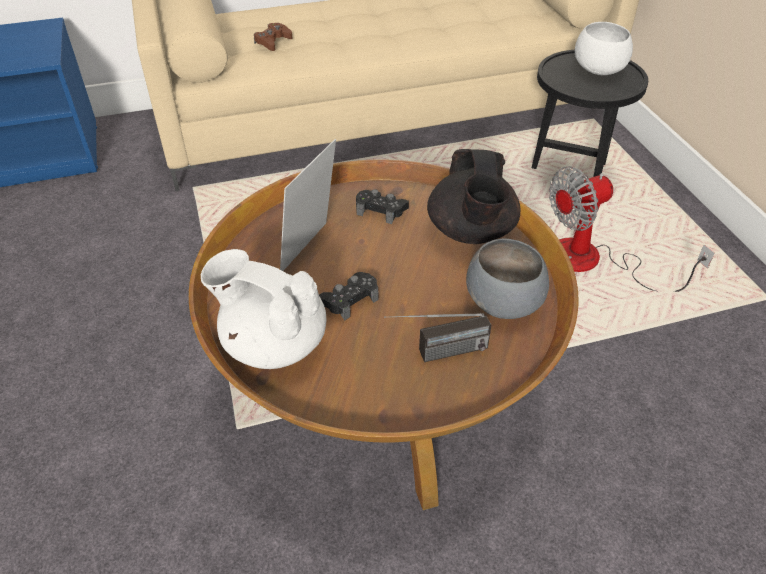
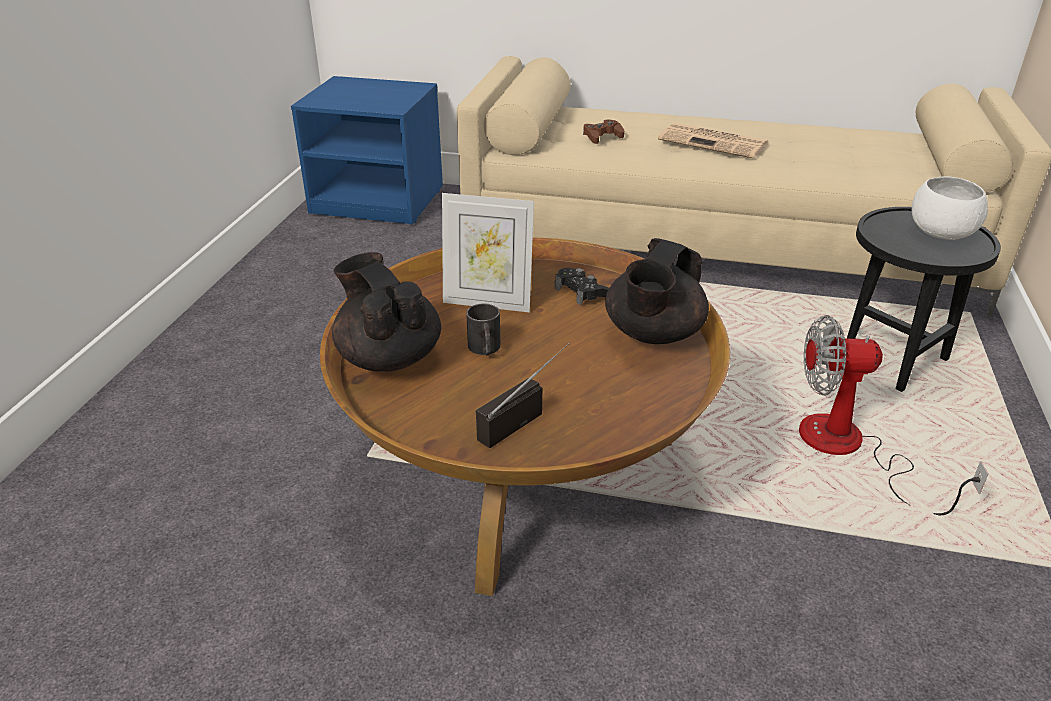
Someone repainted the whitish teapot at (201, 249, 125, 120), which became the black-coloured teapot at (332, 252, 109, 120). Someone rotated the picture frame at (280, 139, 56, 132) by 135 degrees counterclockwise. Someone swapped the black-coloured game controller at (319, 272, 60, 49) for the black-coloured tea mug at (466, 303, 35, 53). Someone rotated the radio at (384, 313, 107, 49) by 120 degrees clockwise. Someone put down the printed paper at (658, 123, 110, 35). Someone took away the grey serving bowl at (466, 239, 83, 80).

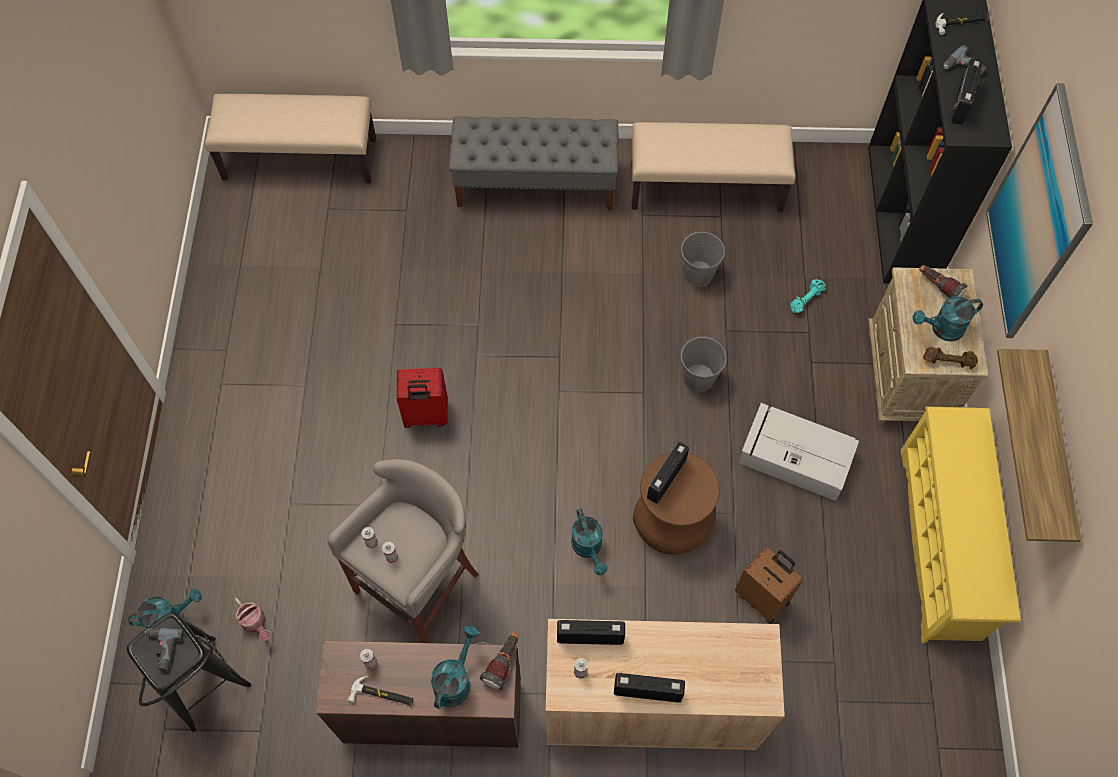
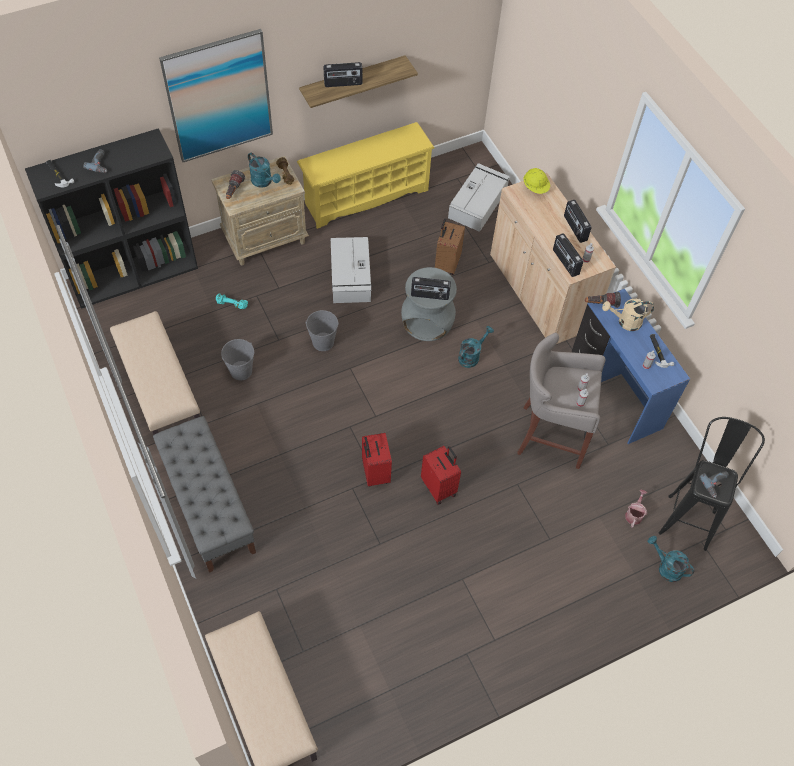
Someone carried the radio from (951, 59, 32, 66) to (323, 62, 40, 25). Someone put down the reddish piece of luggage at (362, 433, 30, 54). Someone repainted the brown stool at (633, 452, 87, 103), which became the grey stool at (401, 267, 56, 74). Someone put down the grey storage bin at (448, 163, 62, 69). Someone put down the yellow-coloured safety helmet at (524, 168, 26, 26). Someone repainted the brown desk unit at (316, 641, 205, 107), which became the blue-coloured desk unit at (571, 289, 119, 155). Someone repainted the turquoise watering pot at (431, 626, 49, 83), which became the sand-coloured watering pot at (602, 299, 52, 32).

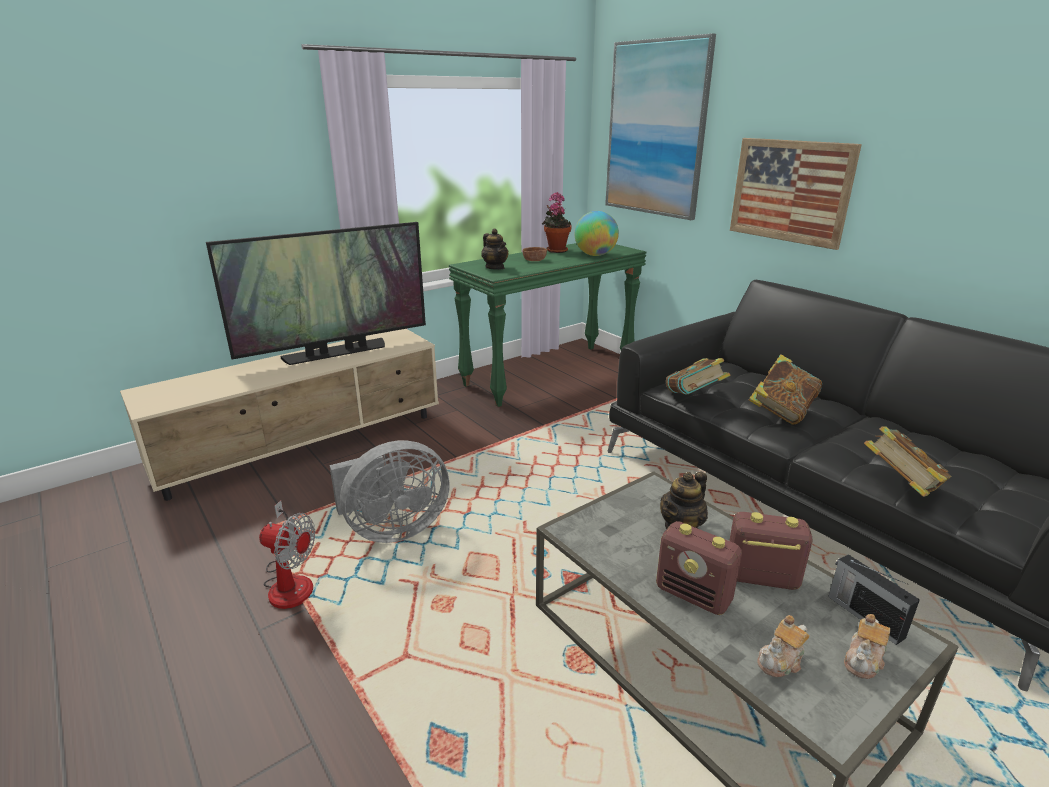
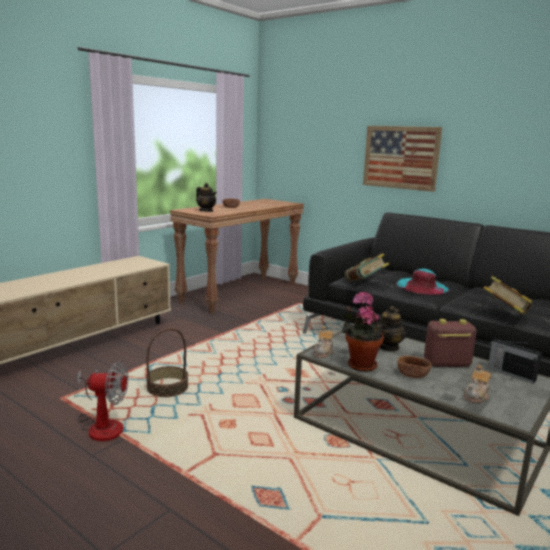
Someone swapped the grey fan at (329, 440, 121, 103) for the storage basket at (146, 328, 42, 69). Someone repainted the greenish console table at (449, 243, 198, 164), which became the brown console table at (170, 199, 134, 115). Someone carried the teapot from (844, 614, 46, 65) to (314, 326, 20, 32). Someone carried the potted plant from (542, 192, 30, 61) to (342, 291, 42, 81). Someone swapped the volume at (748, 354, 74, 71) for the turquoise clothing hat at (396, 269, 53, 26). Someone swapped the radio at (656, 521, 86, 94) for the brown serving bowl at (398, 356, 33, 22). Someone took away the TV at (206, 222, 220, 143). Someone took away the globe at (575, 211, 44, 45). Someone took away the wall picture at (605, 33, 111, 187).

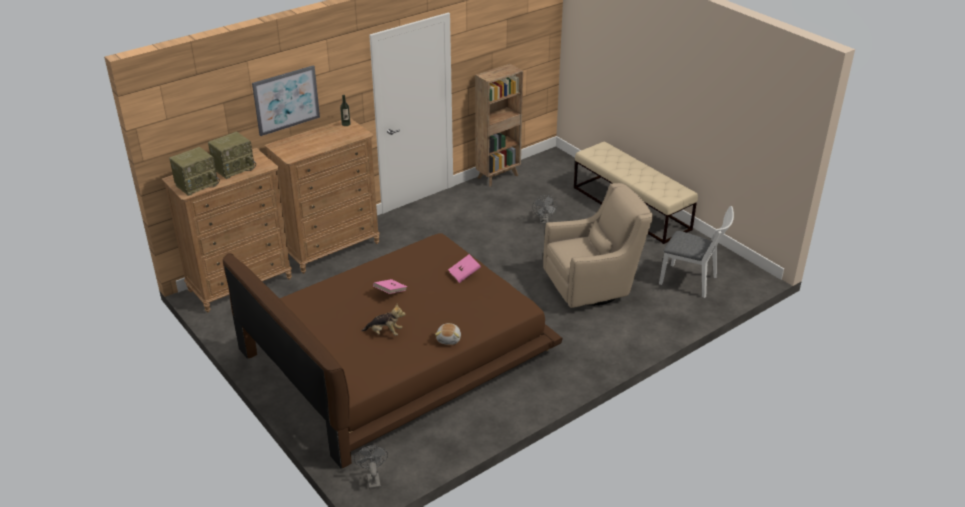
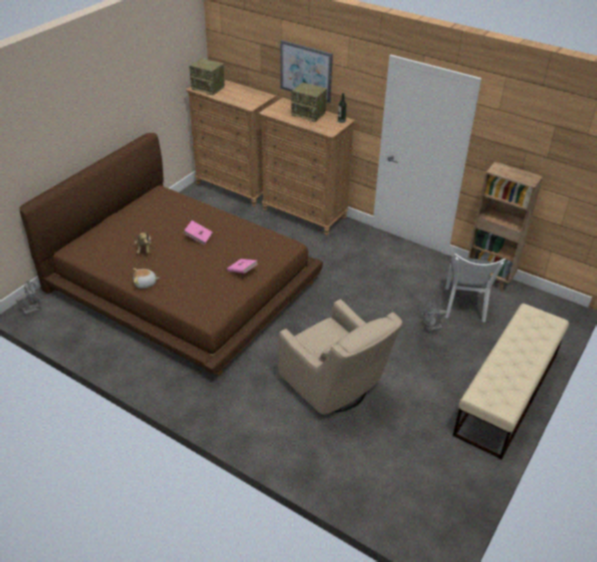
Someone carried the radio from (208, 132, 48, 47) to (291, 83, 36, 39). Someone carried the whitish upright chair from (659, 206, 75, 92) to (445, 254, 61, 68).

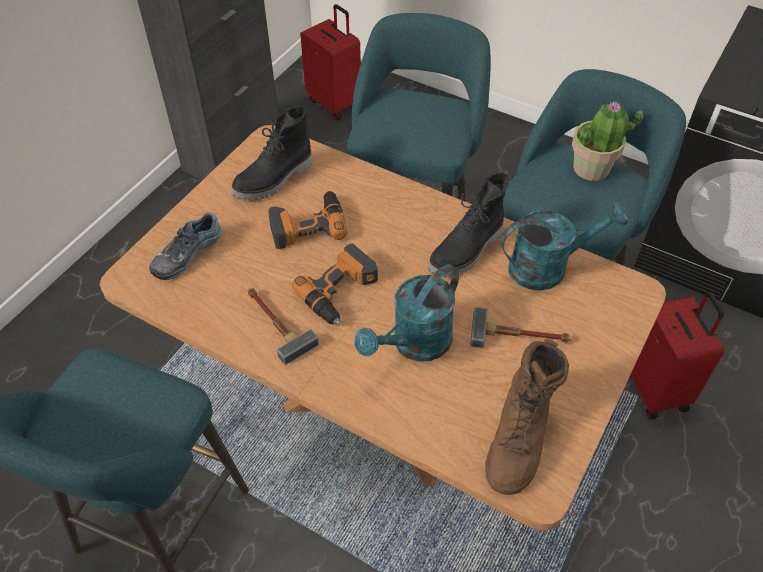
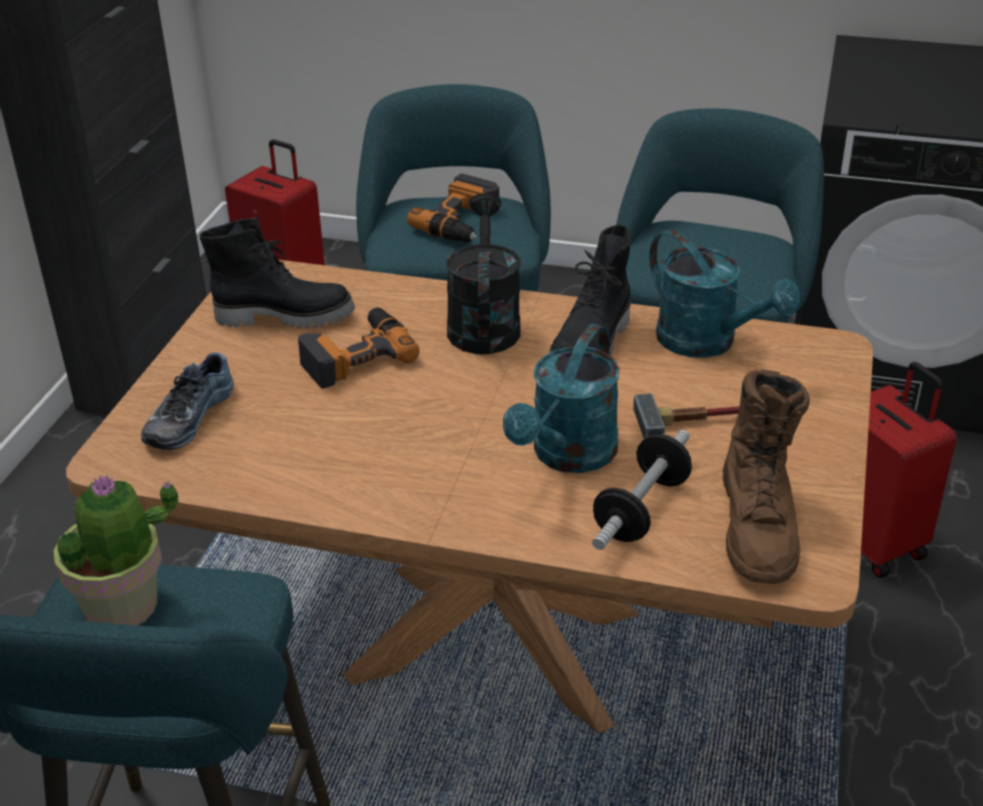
Someone carried the potted plant from (572, 101, 72, 80) to (54, 475, 125, 151). Someone rotated the black-coloured high-top boot at (232, 106, 80, 95) by 120 degrees counterclockwise. Someone carried the power drill from (292, 244, 86, 80) to (407, 174, 93, 69). Someone put down the black-coloured watering pot at (446, 193, 74, 162). Someone put down the free weight at (592, 430, 100, 120). Someone rotated the turquoise watering pot at (501, 202, 128, 89) by 75 degrees clockwise. Someone took away the hammer at (248, 288, 71, 77).

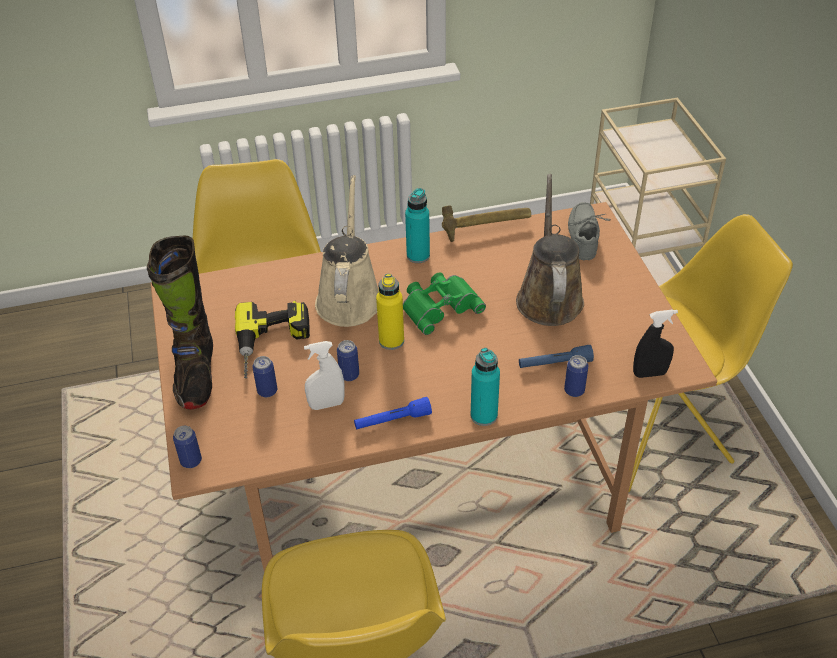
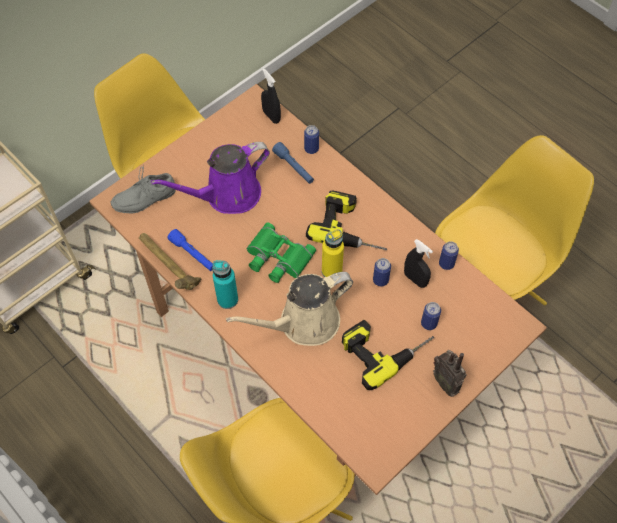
Someone repainted the brown watering pot at (516, 174, 68, 152), which became the purplish watering pot at (151, 142, 119, 72). Someone carried the blue-coloured torch from (354, 397, 78, 32) to (167, 229, 46, 42). Someone put down the power drill at (306, 191, 81, 59). Someone repainted the whitish hand sprayer at (304, 341, 41, 69), which became the black-coloured hand sprayer at (404, 239, 29, 49). Someone swapped the black-coloured high-top boot at (147, 236, 66, 174) for the radio at (433, 350, 34, 47). Someone carried the can from (173, 426, 29, 42) to (439, 241, 20, 29). Someone took away the turquoise bottle at (471, 348, 29, 78).

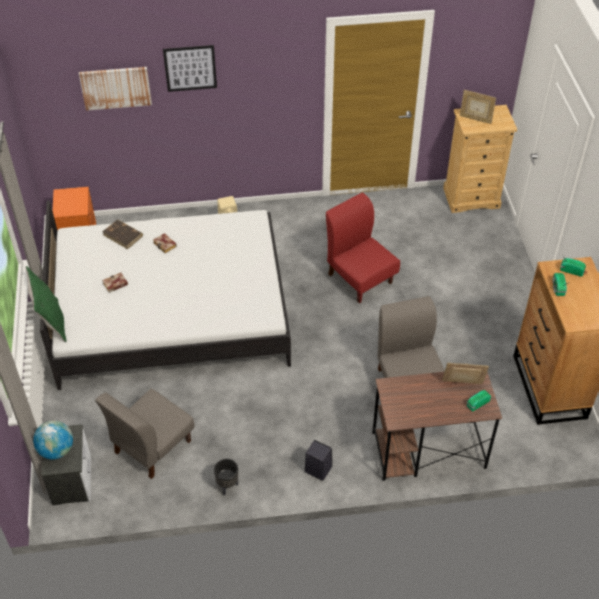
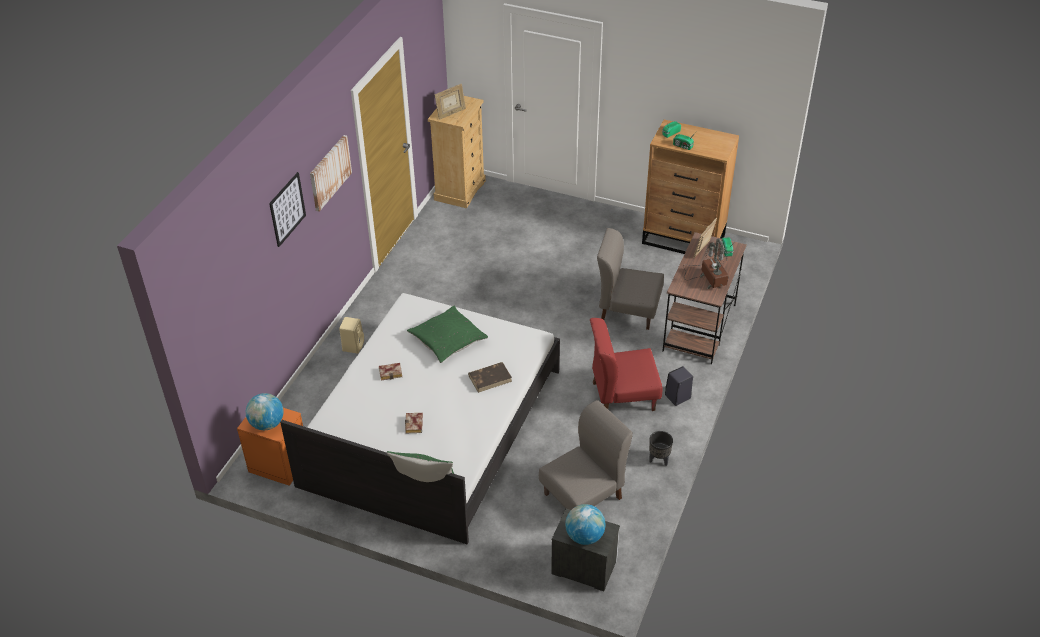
Someone put down the globe at (246, 393, 38, 37). Someone carried the wall picture from (79, 67, 73, 44) to (310, 135, 42, 77). Someone put down the greenish pillow at (407, 306, 81, 57). Someone carried the brown volume from (102, 220, 41, 29) to (468, 362, 44, 31). Someone rotated the grey upright chair at (95, 388, 99, 91) by 105 degrees counterclockwise. Someone carried the reddish upright chair from (326, 193, 74, 110) to (590, 318, 72, 93). Someone put down the table lamp at (683, 238, 46, 51).

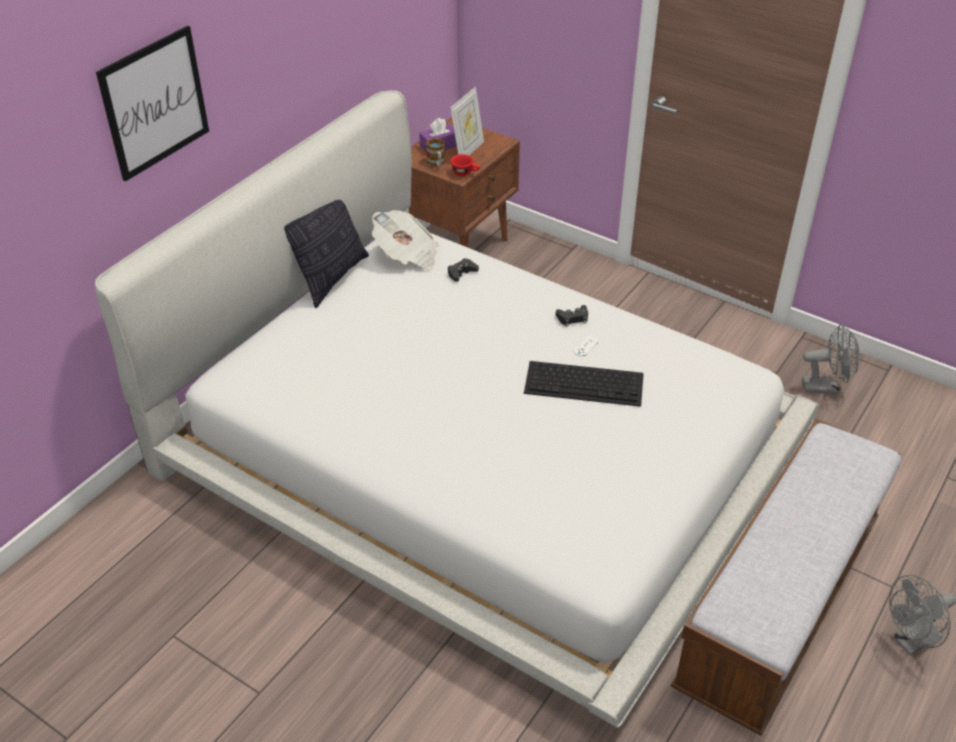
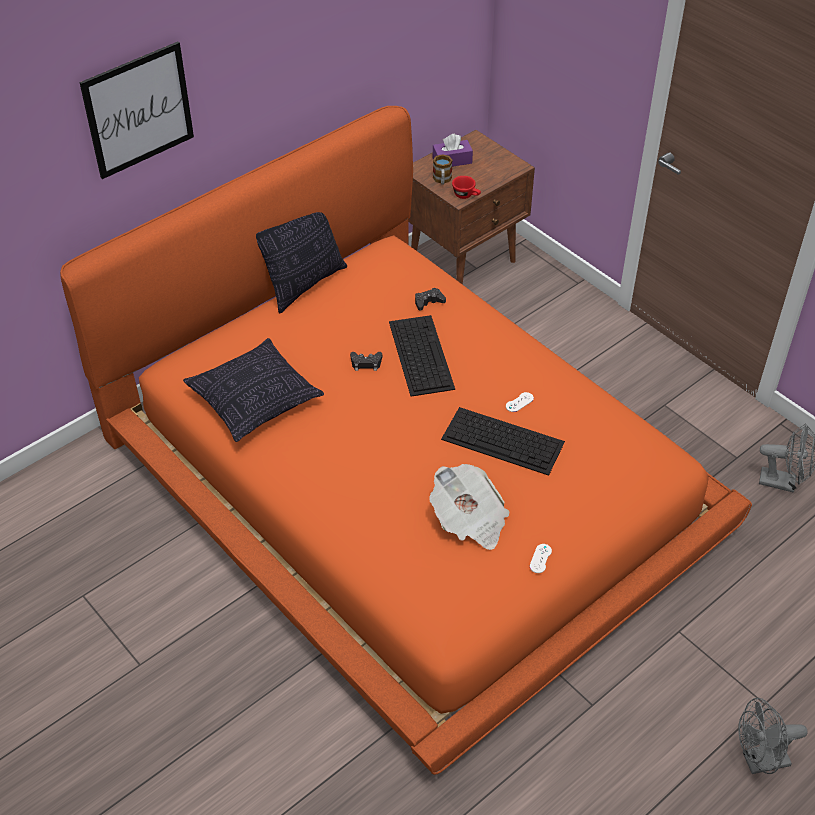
Someone repainted the whitish bedroom bed at (95, 91, 724, 637), which became the orangey bedroom bed at (60, 106, 692, 669). Someone put down the pillow at (183, 338, 141, 104). Someone carried the black-coloured game controller from (556, 305, 32, 22) to (350, 352, 32, 19). Someone put down the PC keyboard at (389, 315, 66, 82). Someone carried the printed paper from (372, 210, 67, 60) to (429, 464, 81, 86). Someone put down the whitish game controller at (530, 544, 22, 29). Someone took away the picture frame at (450, 87, 34, 68). Someone took away the bench at (671, 419, 231, 317).

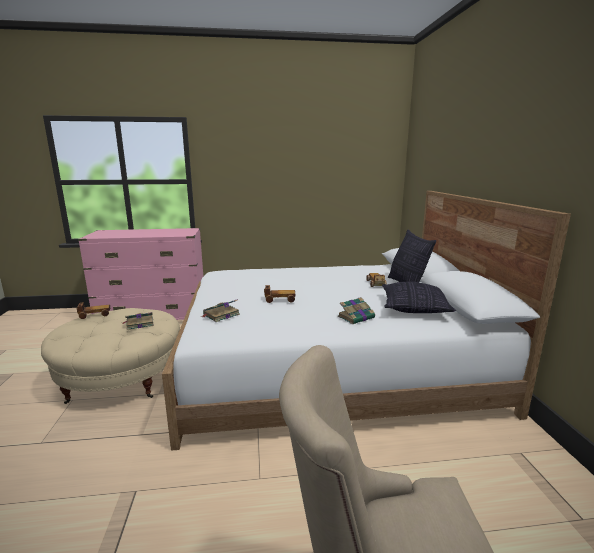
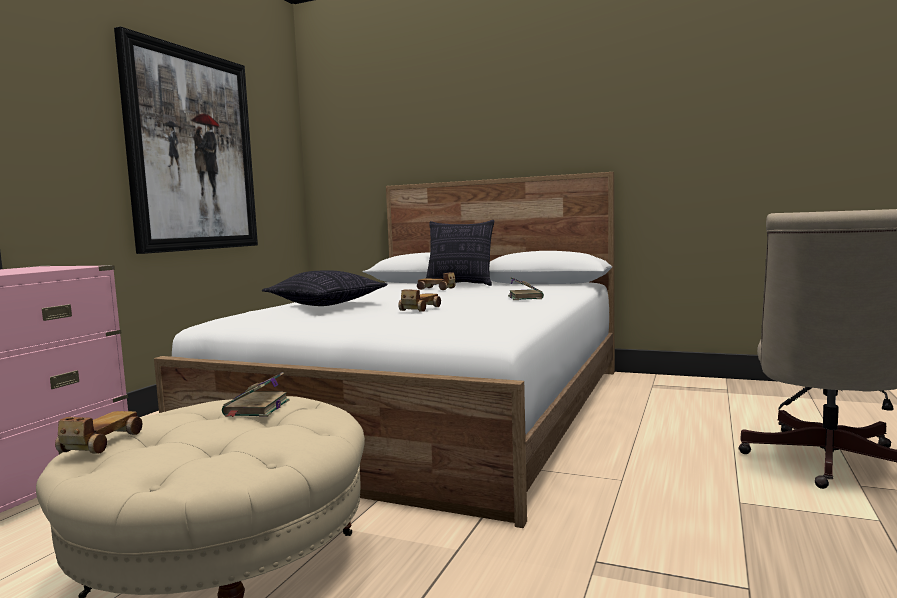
Someone put up the wall picture at (114, 26, 144, 228). Someone carried the pillow from (382, 281, 74, 32) to (262, 270, 125, 36). Someone took away the volume at (200, 299, 40, 23).

